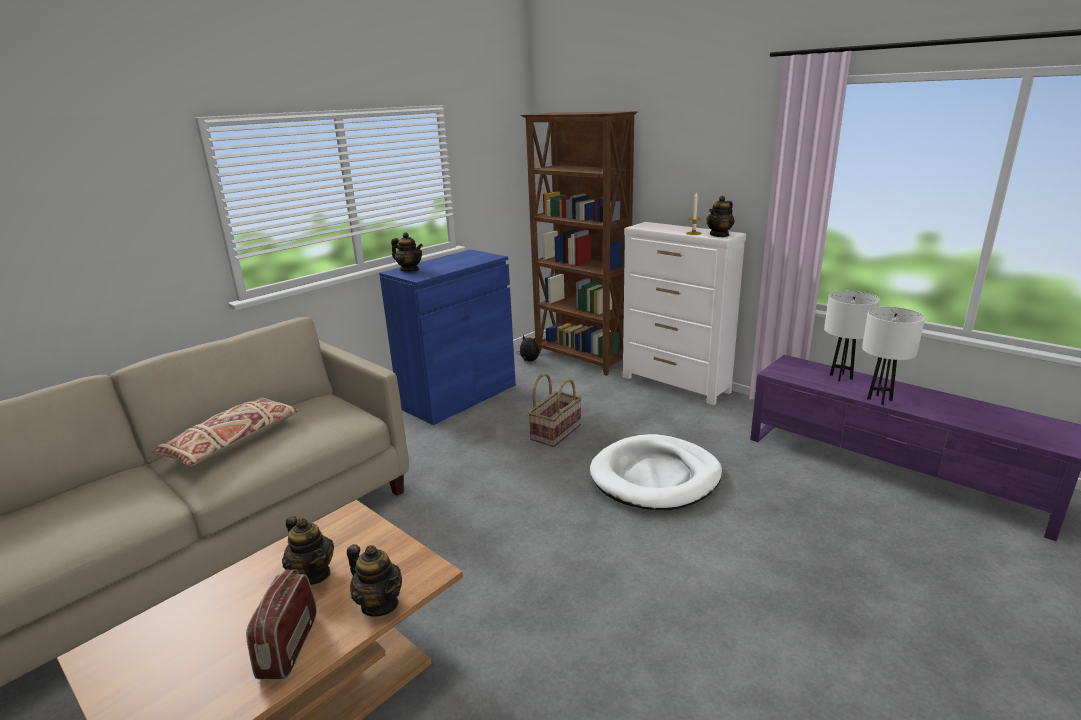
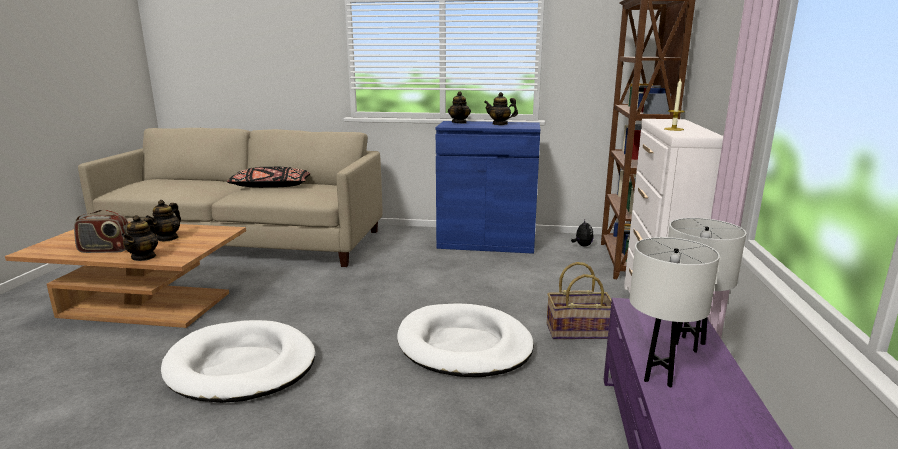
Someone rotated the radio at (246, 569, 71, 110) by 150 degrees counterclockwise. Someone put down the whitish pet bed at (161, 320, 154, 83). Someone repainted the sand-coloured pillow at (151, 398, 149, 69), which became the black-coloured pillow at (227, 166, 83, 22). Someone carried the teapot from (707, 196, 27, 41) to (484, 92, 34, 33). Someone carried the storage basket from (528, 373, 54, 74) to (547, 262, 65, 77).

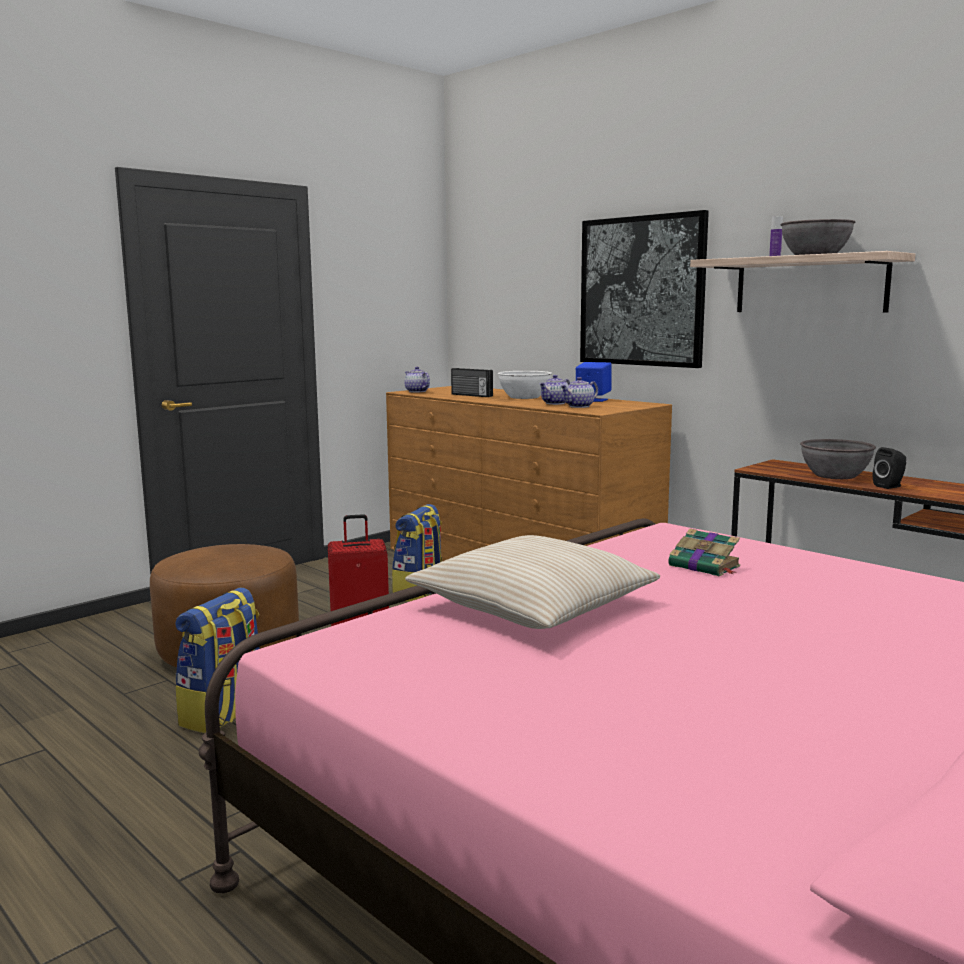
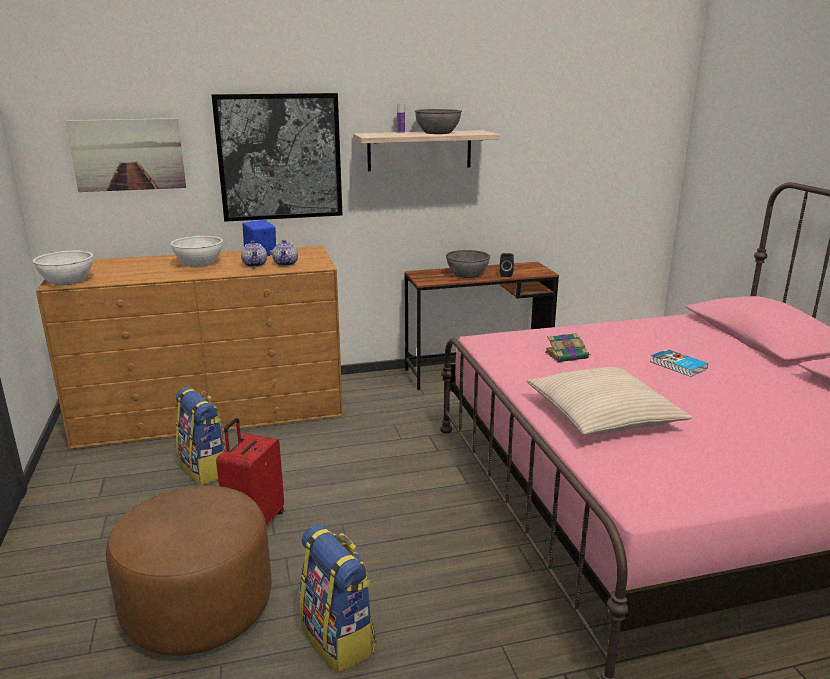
Someone swapped the teapot at (404, 367, 26, 26) for the whitish serving bowl at (33, 251, 60, 34). Someone put up the wall picture at (66, 118, 120, 74). Someone put down the volume at (650, 349, 58, 28). Someone took away the radio at (451, 368, 42, 29).

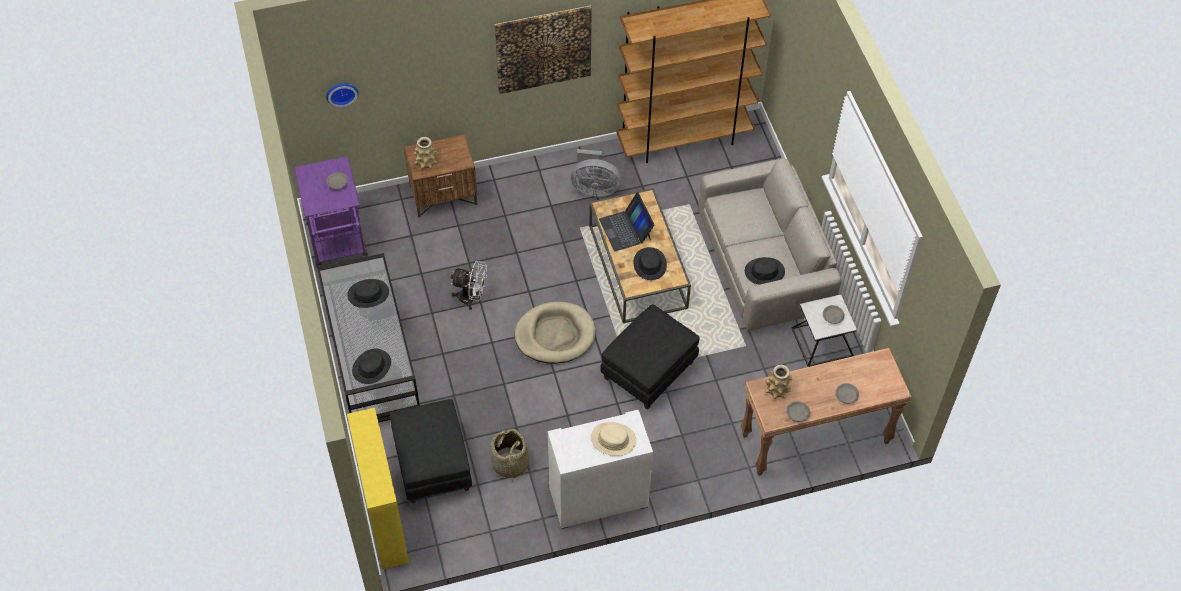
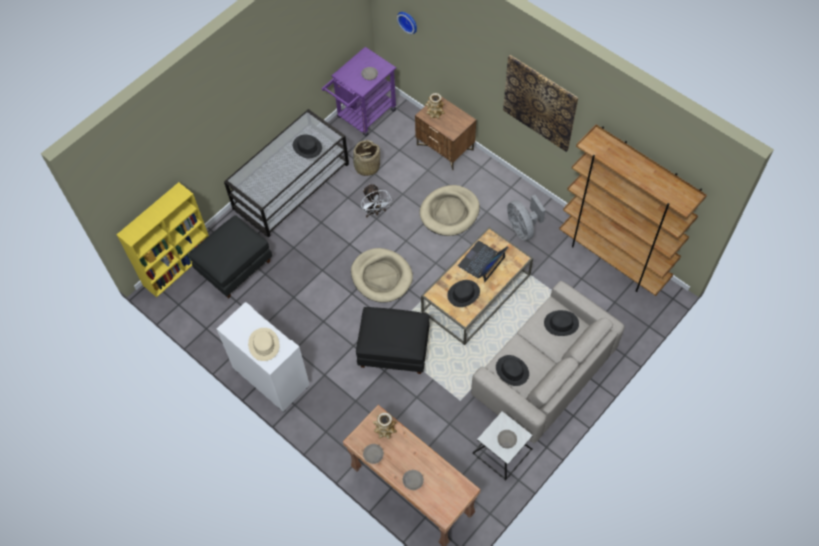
Someone carried the storage basket from (490, 429, 39, 51) to (352, 140, 28, 36). Someone put down the sand-coloured pet bed at (419, 185, 61, 51). Someone carried the black-coloured clothing hat from (352, 349, 39, 35) to (544, 310, 35, 26).

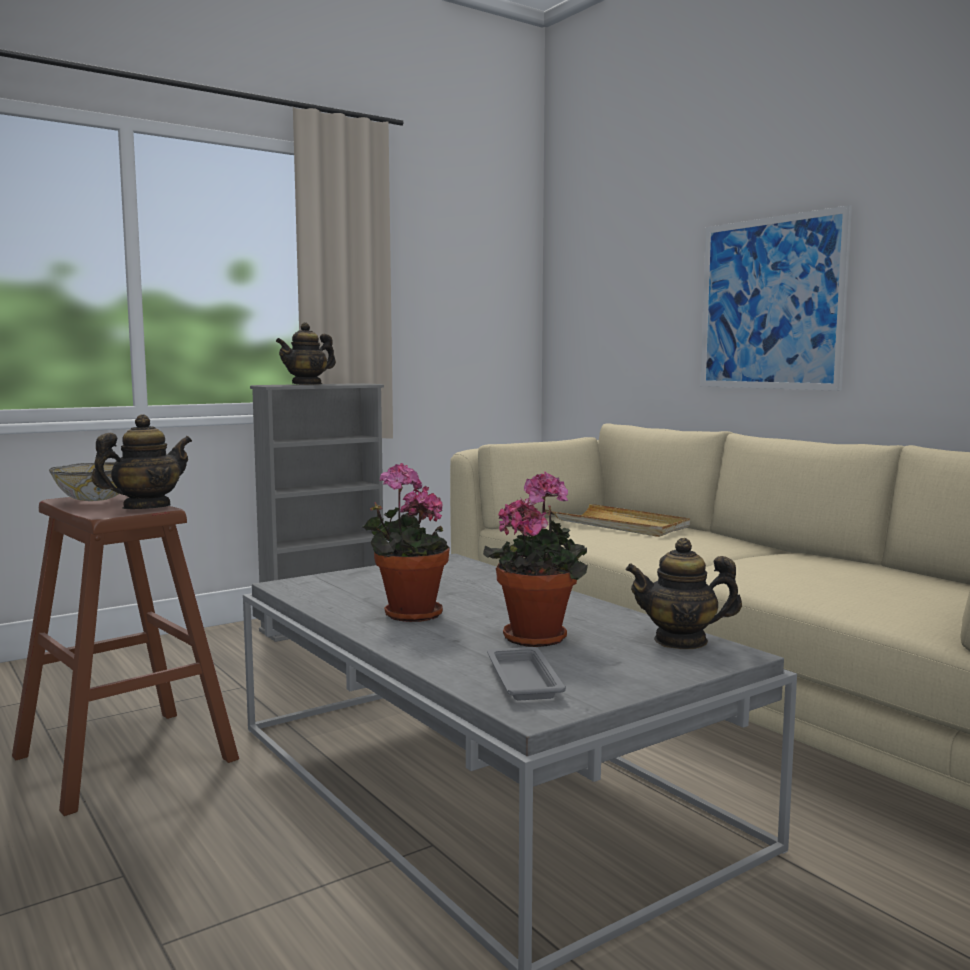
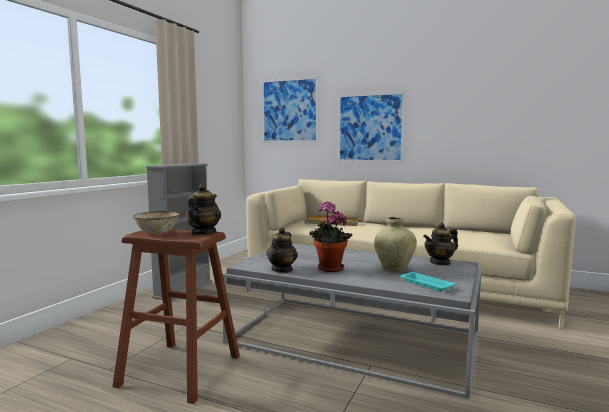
Someone put up the wall picture at (261, 76, 58, 67). Someone carried the teapot from (276, 322, 60, 63) to (266, 227, 32, 46). Someone swapped the potted plant at (483, 471, 105, 176) for the sand-coloured decorative vase at (374, 217, 43, 55). Someone repainted the grey tray at (487, 647, 79, 53), which became the turquoise tray at (400, 272, 56, 20).

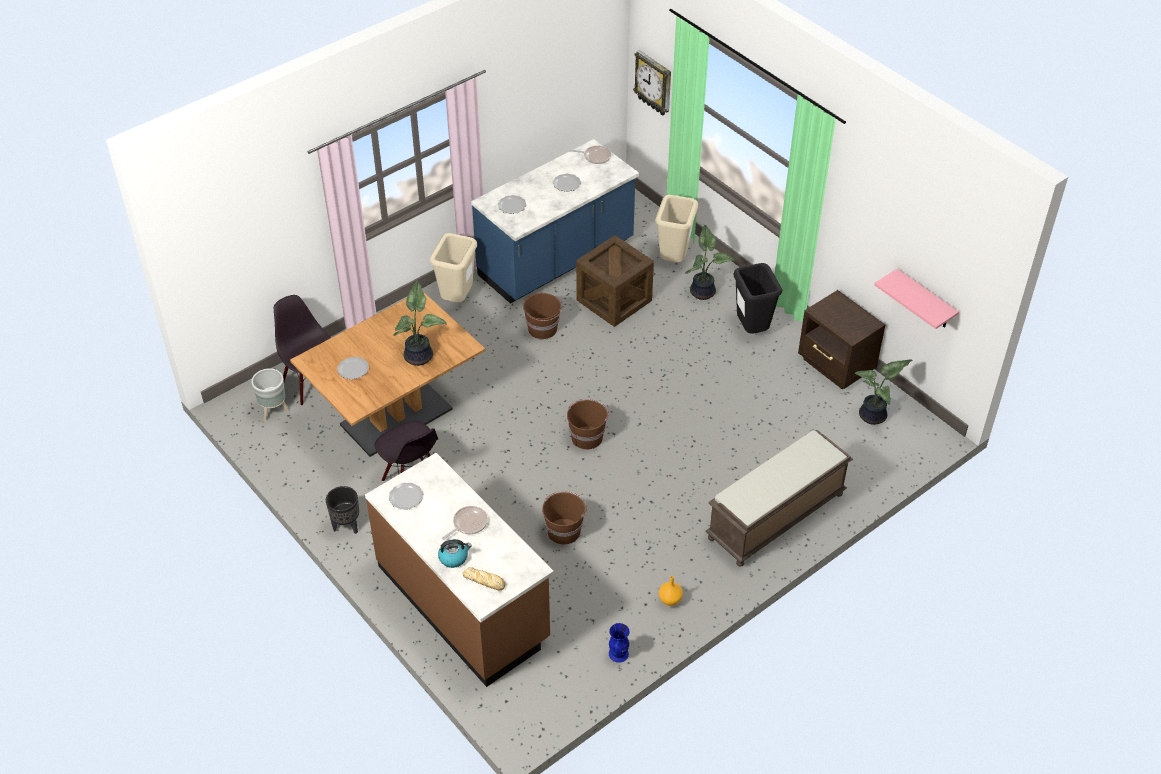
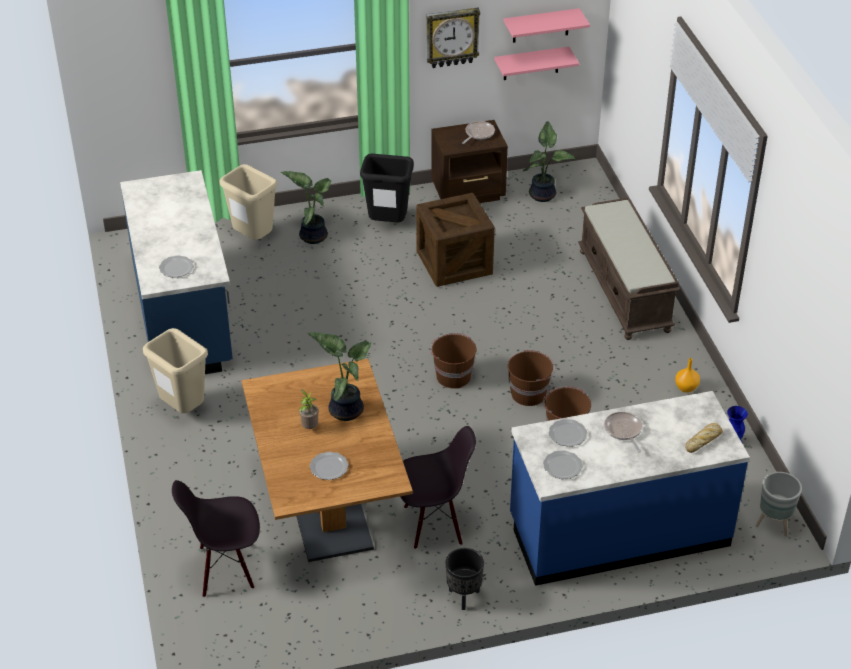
Someone put down the potted plant at (299, 389, 20, 40). Someone carried the crate from (576, 235, 78, 92) to (416, 193, 79, 94). Someone carried the wall clock from (633, 50, 38, 66) to (426, 8, 54, 60). Someone carried the pan from (569, 146, 42, 18) to (462, 121, 33, 23). Someone put up the pink wall shelf at (503, 8, 87, 35). Someone carried the brown pail from (523, 293, 40, 46) to (508, 350, 47, 56). Someone repainted the brown kitchen base unit at (365, 453, 189, 234), which became the blue-coloured kitchen base unit at (510, 391, 240, 195). Someone carried the dinner plate from (553, 174, 28, 18) to (549, 419, 38, 28). Someone carried the grey plant pot from (251, 368, 39, 54) to (755, 472, 47, 65). Someone took away the kettle at (438, 539, 34, 29).

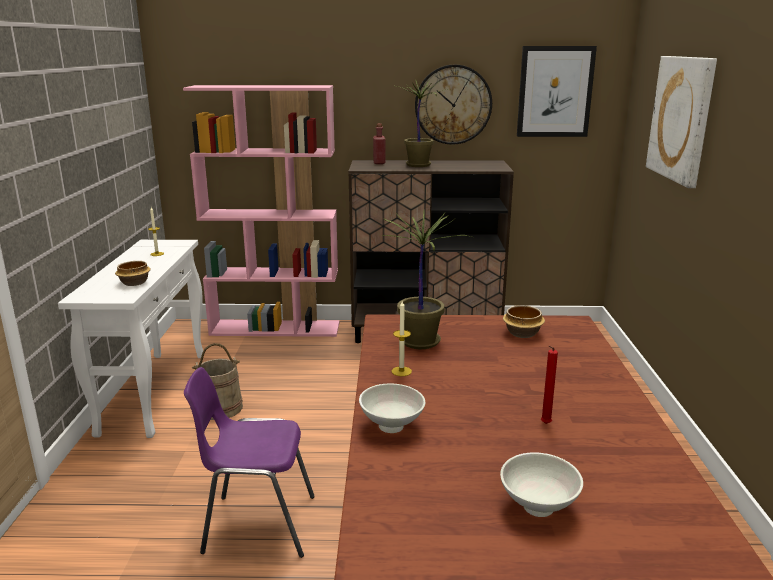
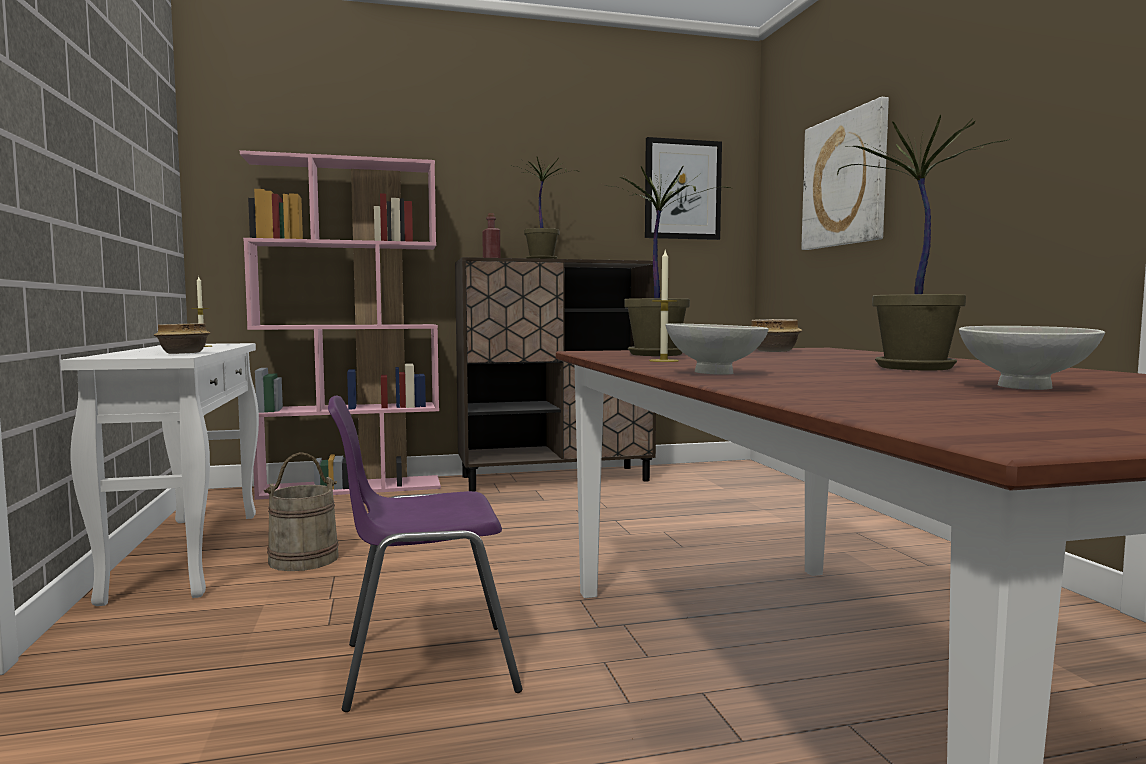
Someone swapped the reddish wax candle at (541, 346, 17, 78) for the potted plant at (837, 115, 176, 256). Someone took away the wall clock at (415, 64, 77, 81).

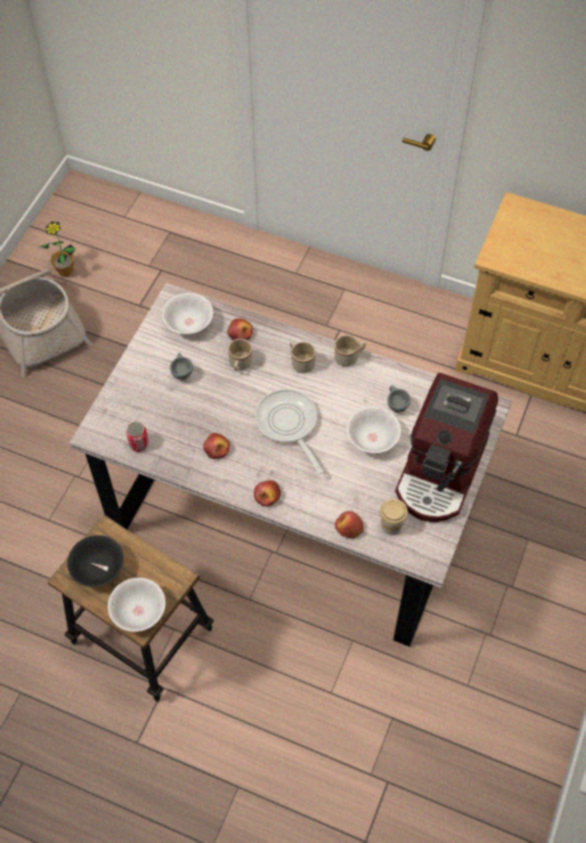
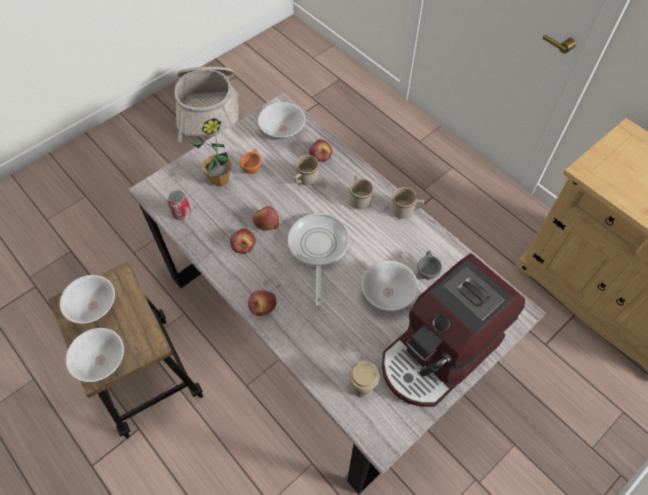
Someone repainted the black-coloured serving bowl at (67, 535, 57, 52), which became the whitish serving bowl at (60, 275, 55, 49). Someone carried the potted plant from (39, 221, 37, 56) to (189, 118, 43, 69). Someone repainted the grey cup at (170, 352, 23, 28), which became the orangey cup at (240, 149, 22, 25). Someone carried the apple from (335, 511, 29, 27) to (253, 206, 26, 25).

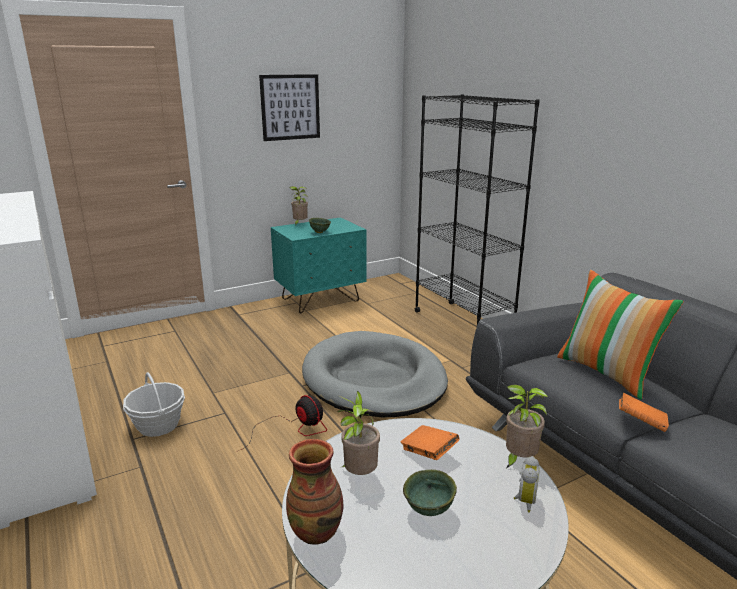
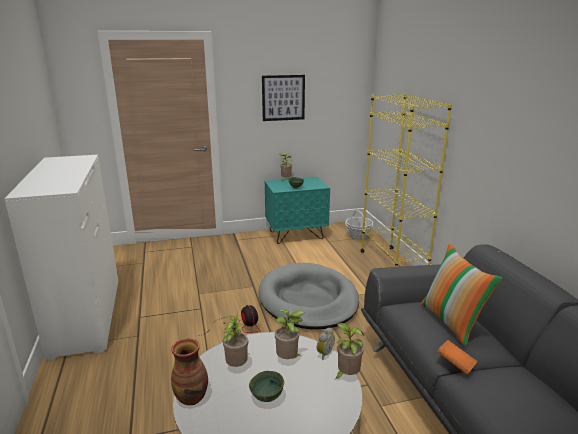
Someone swapped the orangey volume at (400, 425, 59, 35) for the potted plant at (275, 310, 30, 49). Someone carried the bedside clock from (514, 456, 26, 57) to (317, 328, 18, 32). Someone carried the storage basket from (123, 372, 62, 65) to (345, 210, 28, 30). Someone repainted the black-coloured bookshelf at (414, 94, 126, 231), which became the yellow-coloured bookshelf at (361, 94, 91, 173).

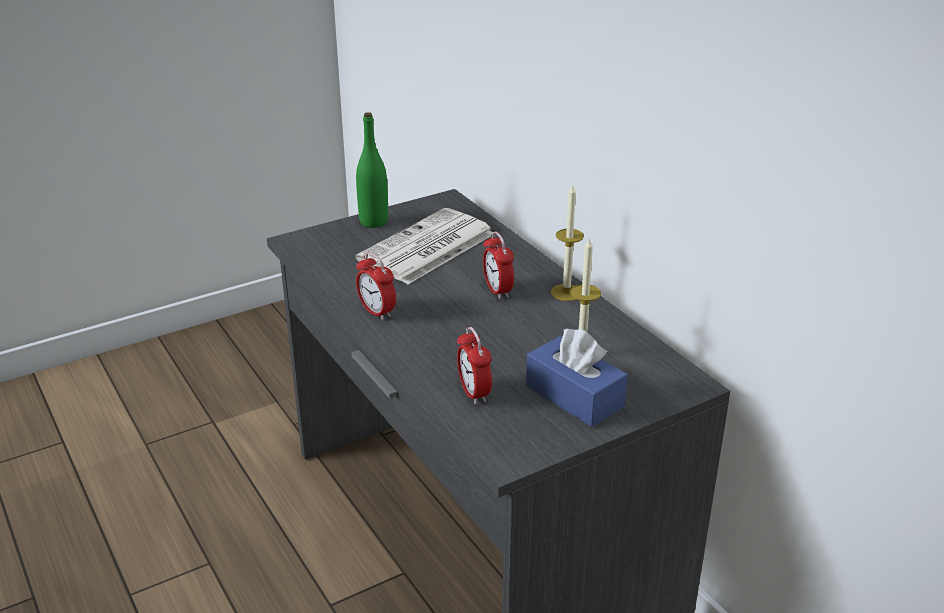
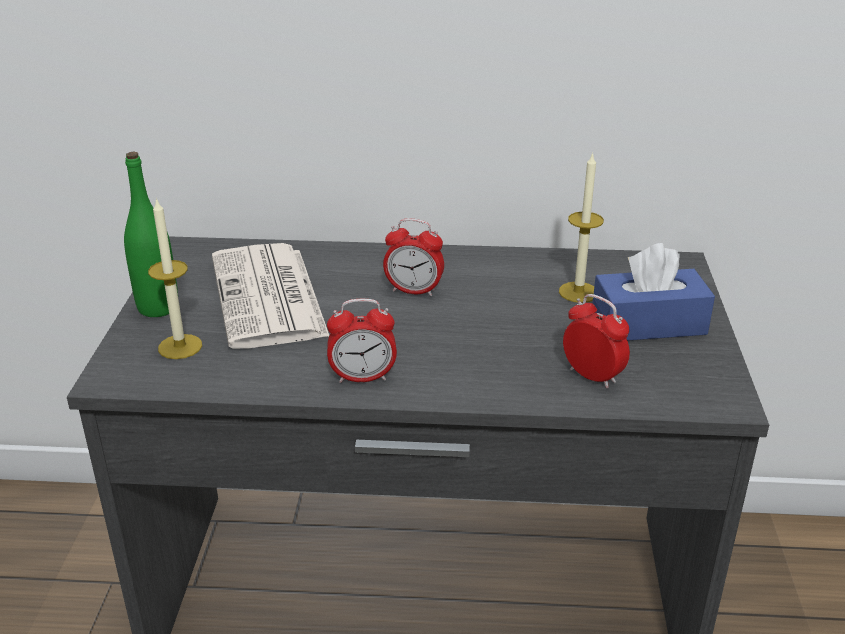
Someone carried the wax candle from (551, 184, 33, 117) to (148, 198, 54, 161). Someone rotated the bedside clock at (457, 327, 35, 78) by 150 degrees counterclockwise.

